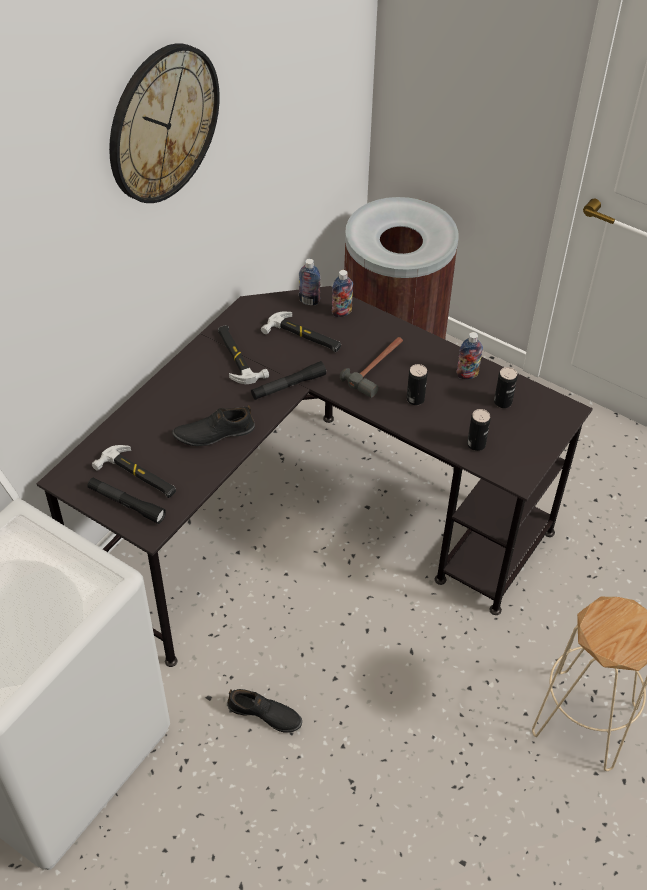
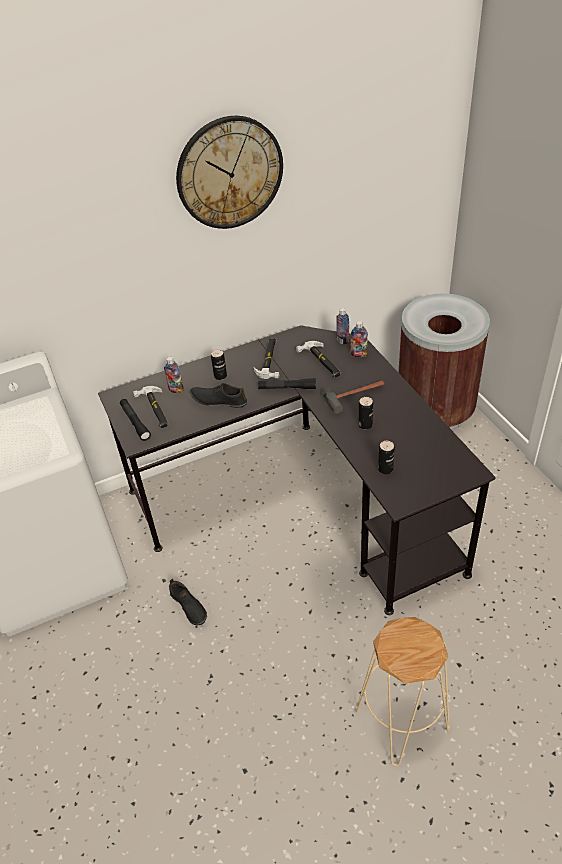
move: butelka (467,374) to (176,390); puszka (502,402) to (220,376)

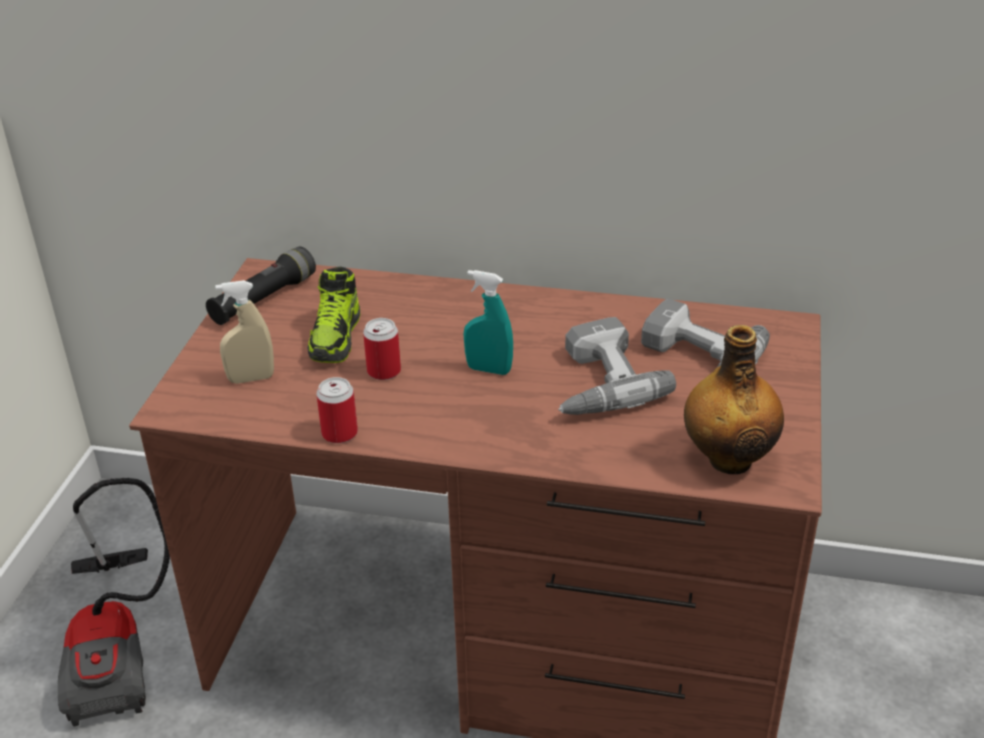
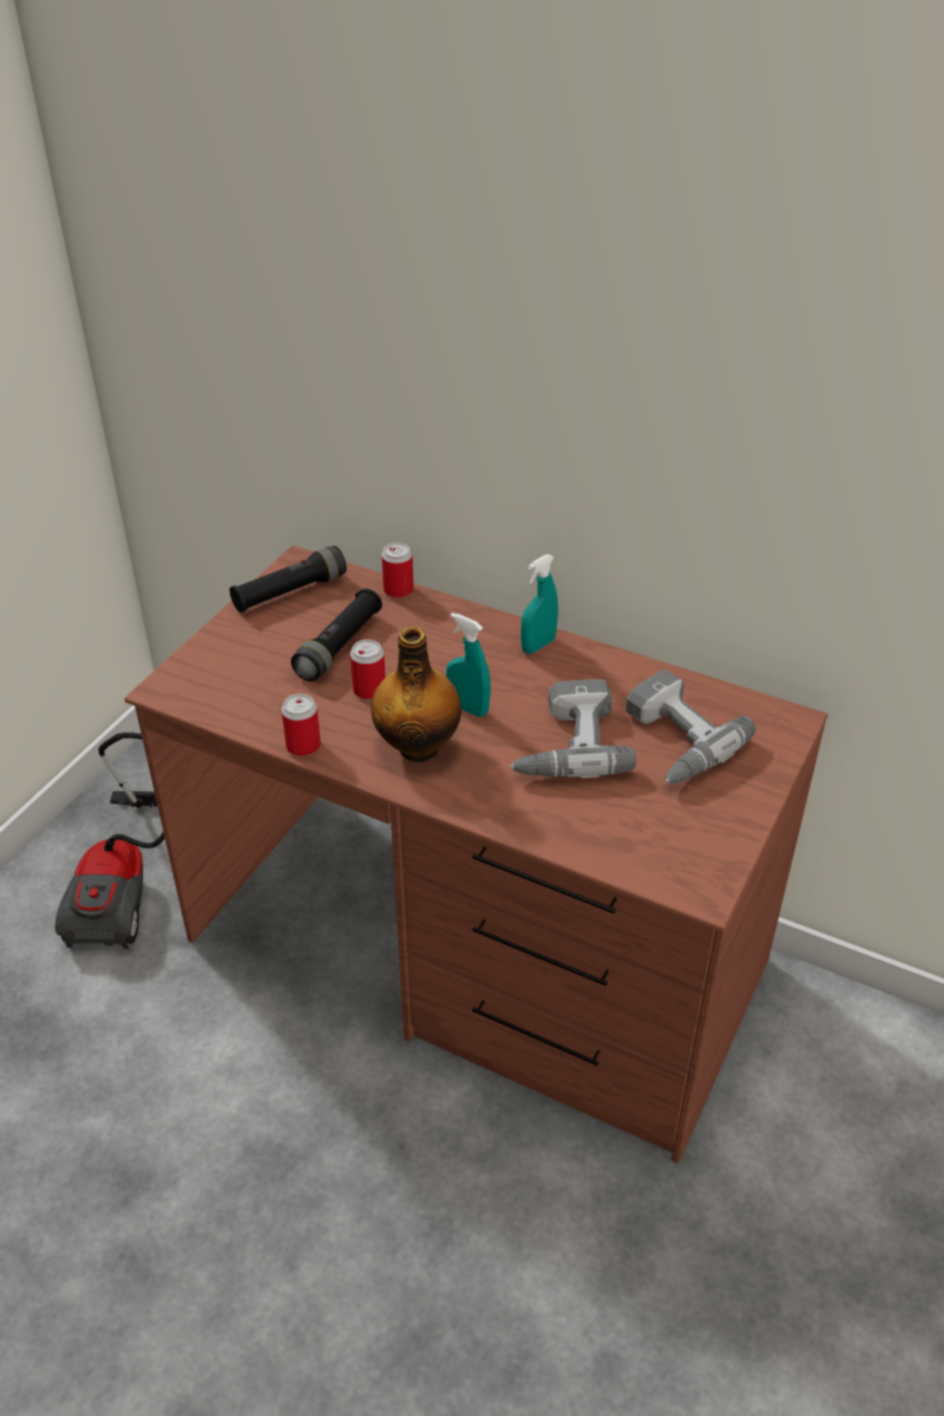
delete: spryskiwacz (beżowy) (251,378)
insert: puszka (398,590); spryskiwacz (turkusowy) (538,645)
move: butelka (728,458) to (418,746)
replace: but (336,338) to latarka (czarny) (339,646)

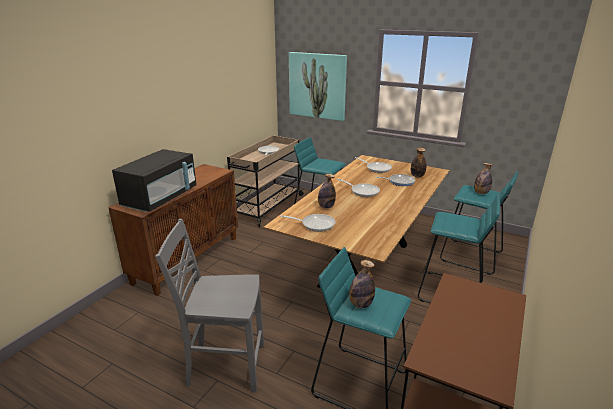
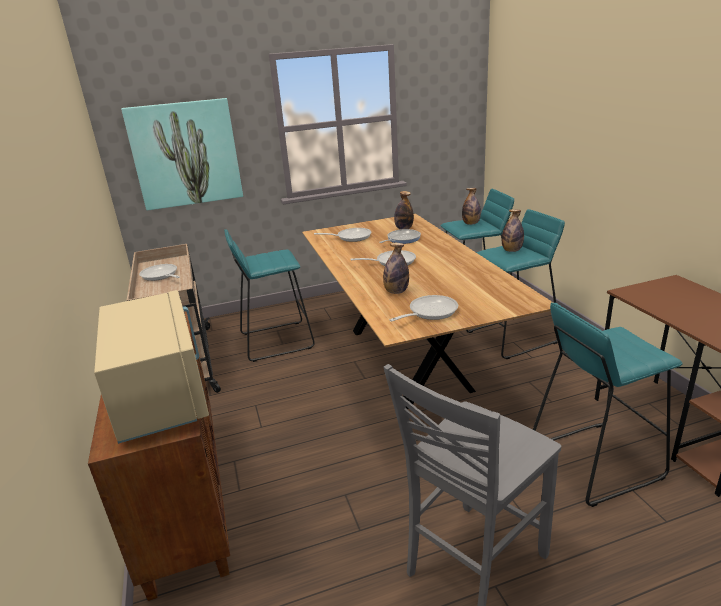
move: butelka (360,304) to (511,250)
recolor: mikrofalówka (czarny) (160,198) to mikrofalówka (beżowy) (162,395)

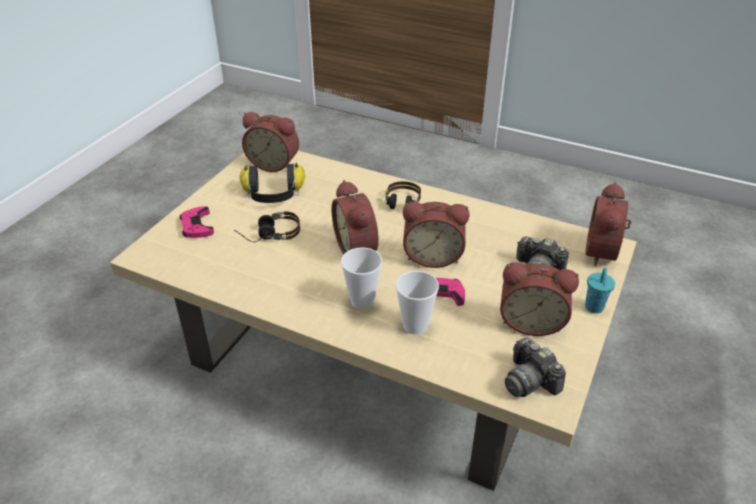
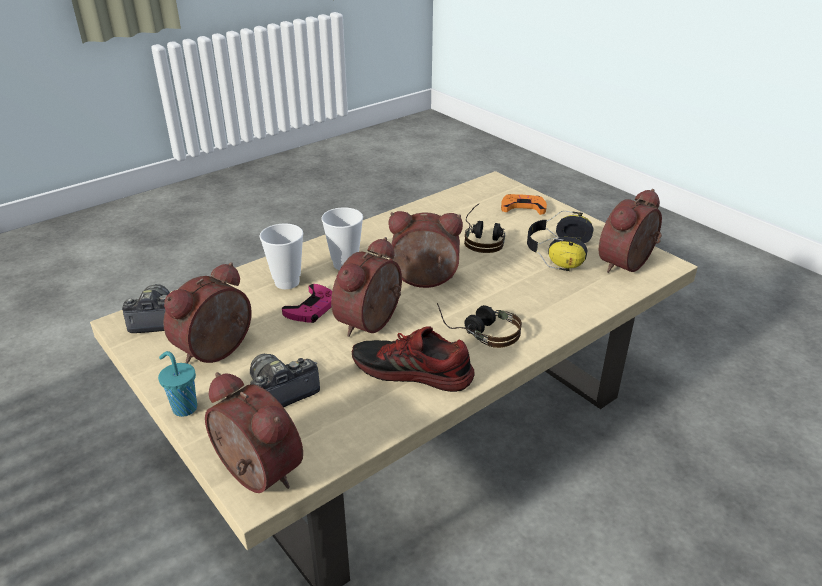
insert: but (412,373)
recolor: pad do gier (różowy) (197,226) to pad do gier (pomarańczowy) (523,207)

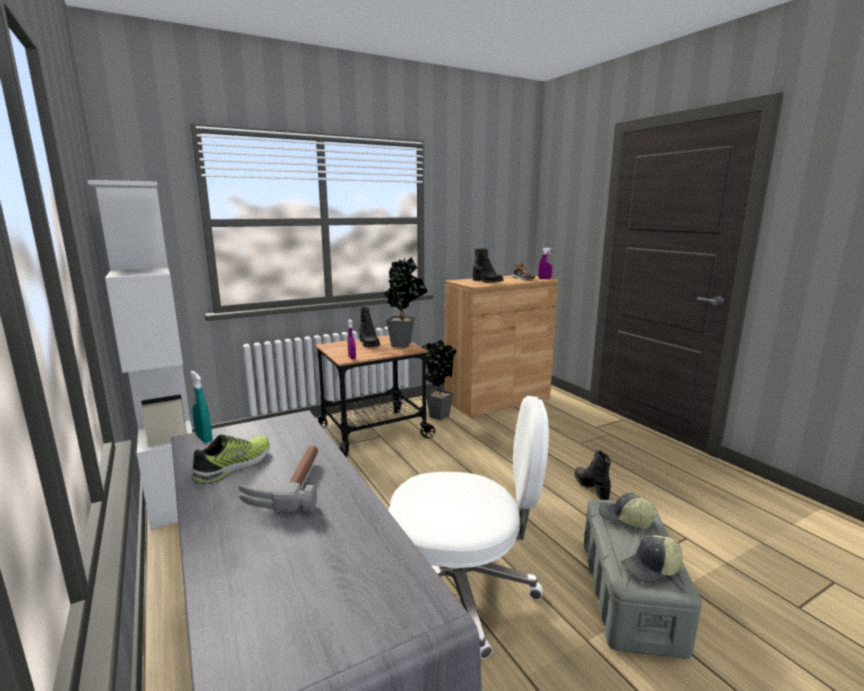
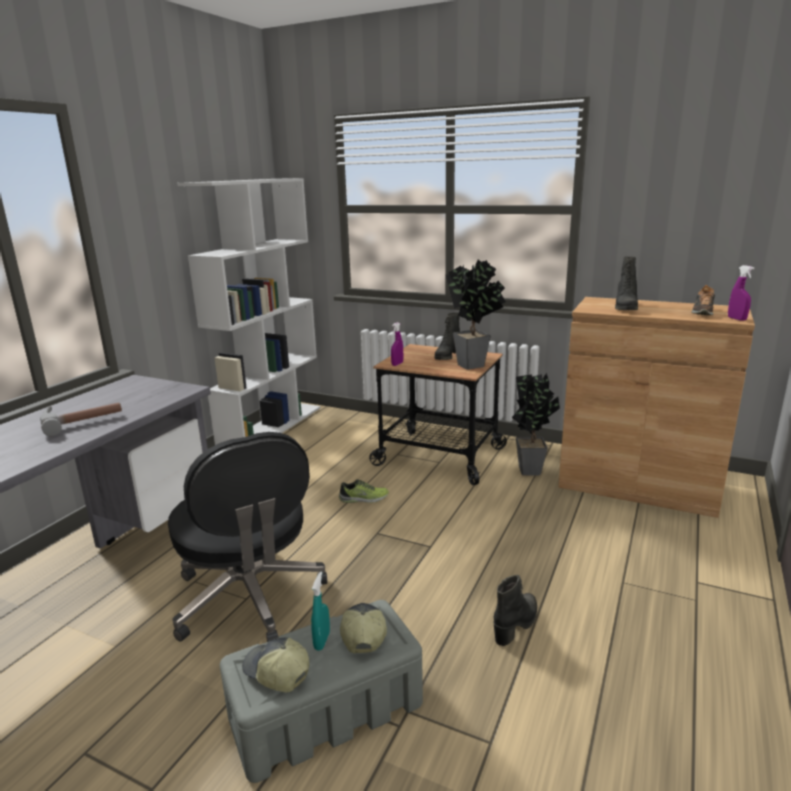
move: spryskiwacz (turkusowy) (204,438) to (322,641); but (235,466) to (364,499)
recolor: krzesło biurowe (biały) (461,590) to krzesło biurowe (czarny) (249,598)

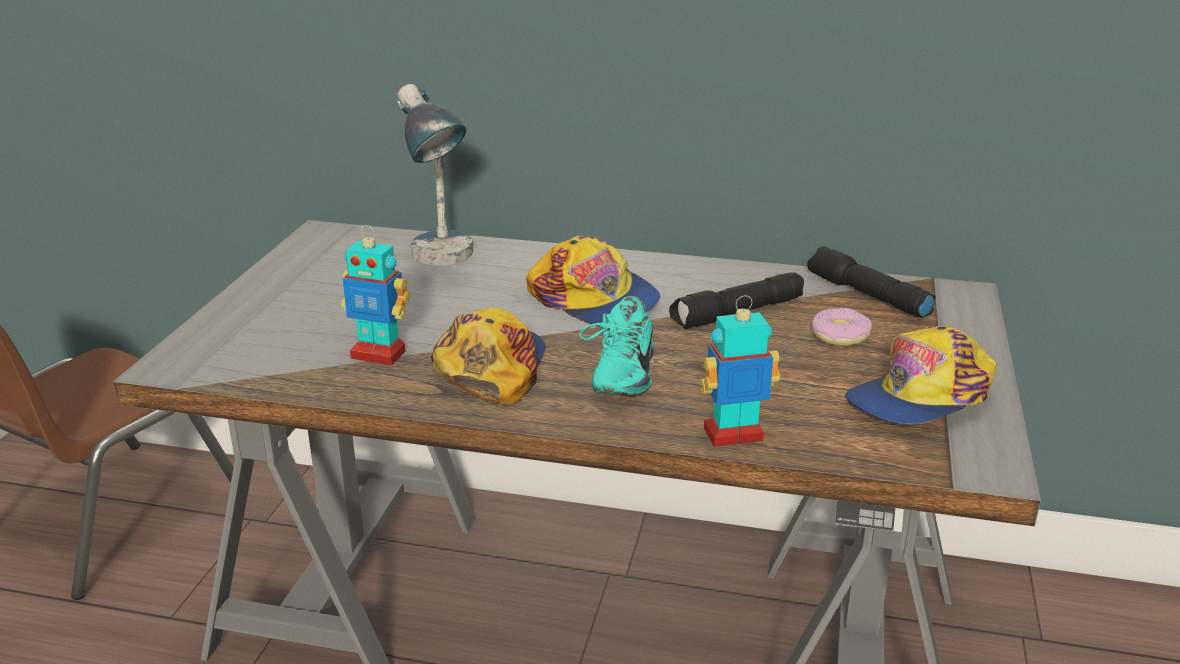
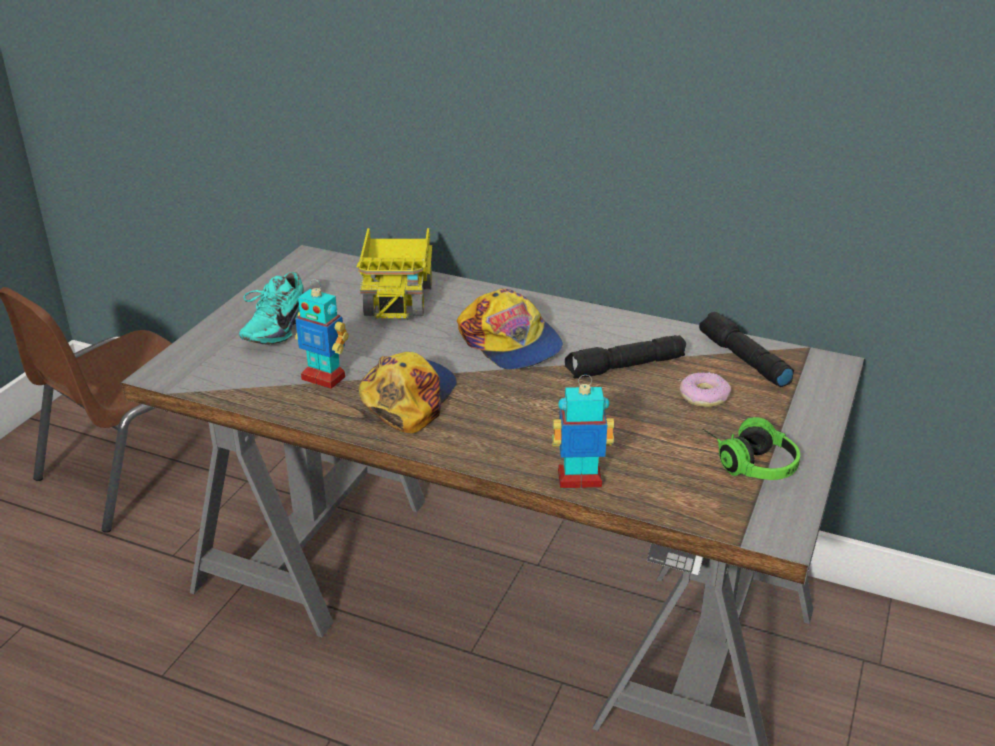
move: but (turkusowy) (618,376) to (274,329)
replace: lampa stołowa (443,264) to ciężarówka zabawkowa (398,297); czapka z daszkiem (920,397) to słuchawki (748,462)

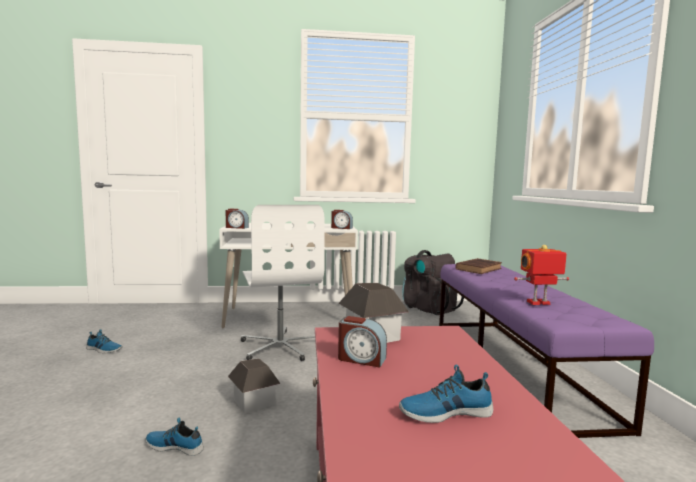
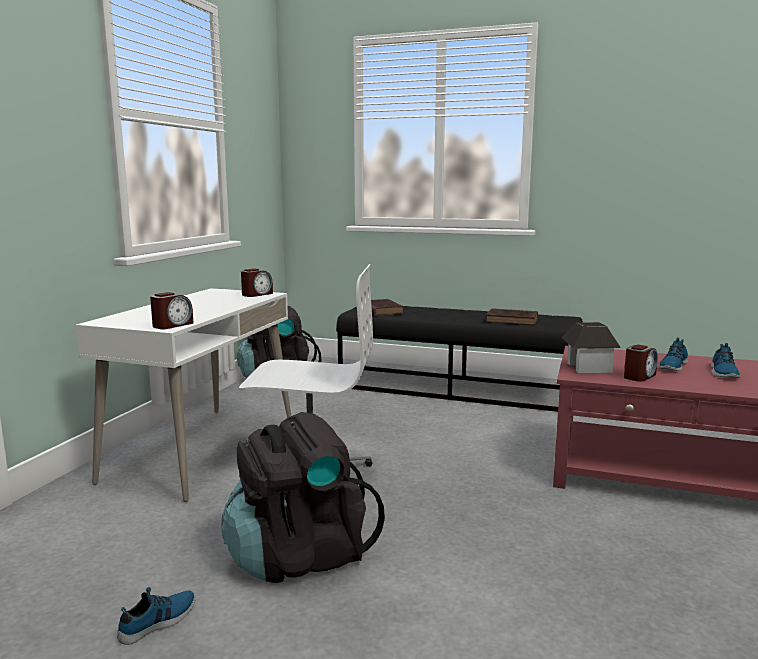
delete: domek (254,401)
insert: plecak (czarny) (299,556)
move: but (175,446) to (672,366)
replace: robot zabawkowy (539,303) to książka (brązowy) (513,320)
recolor: ławka (fioletowy) (513,367) to ławka (czarny) (457,389)

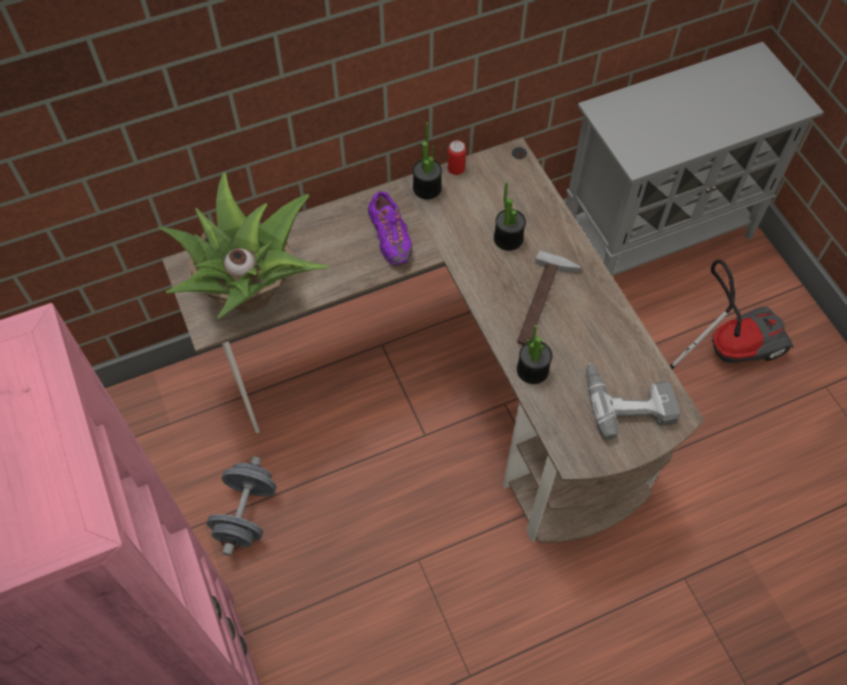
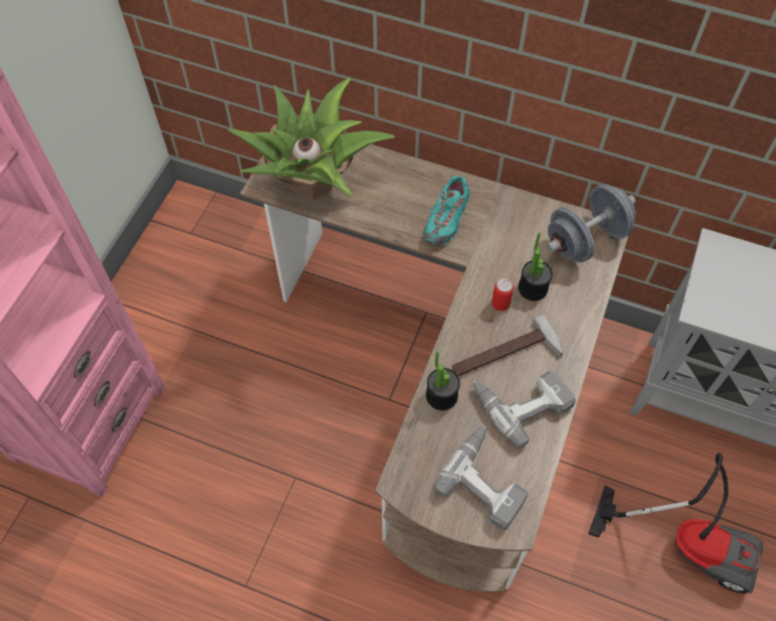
delete: roślina doniczkowa (427,188)
insert: wiertarka (521,401)
move: hantel (szary) (246,514) to (585,240); puszka (456,168) to (500,303)
recolor: but (fioletowy) (390,237) to but (turkusowy) (447,219)

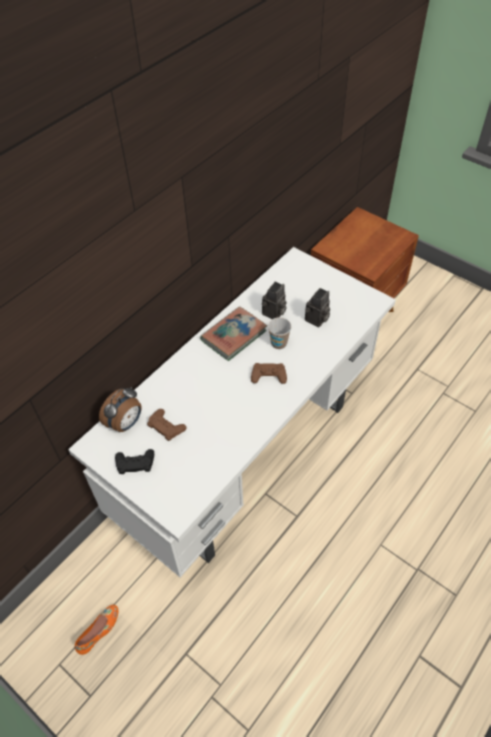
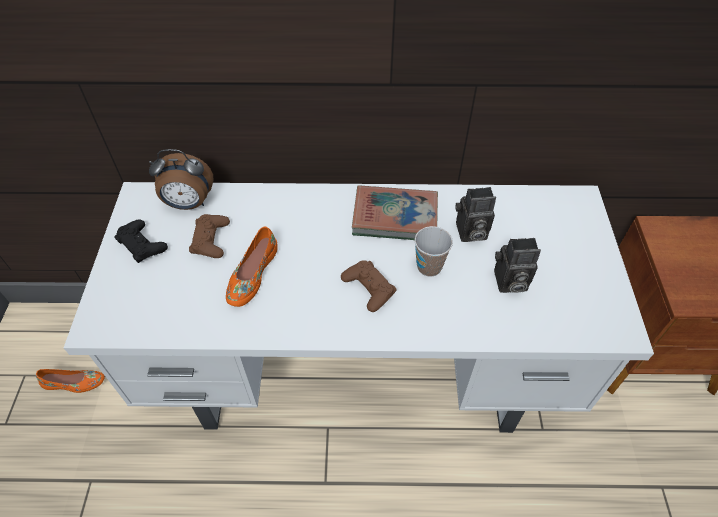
insert: but (pomarańczowy) (252,274)

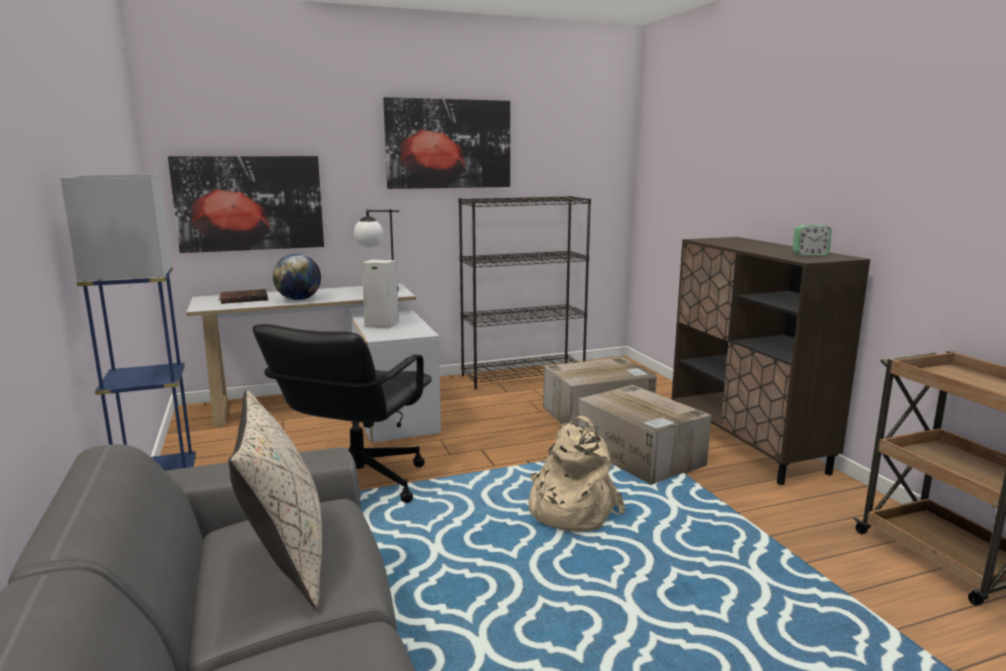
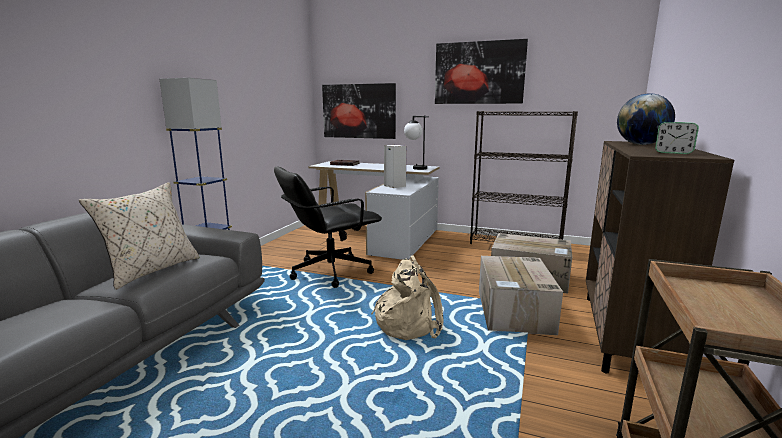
move: globus (298,299) to (641,144)

